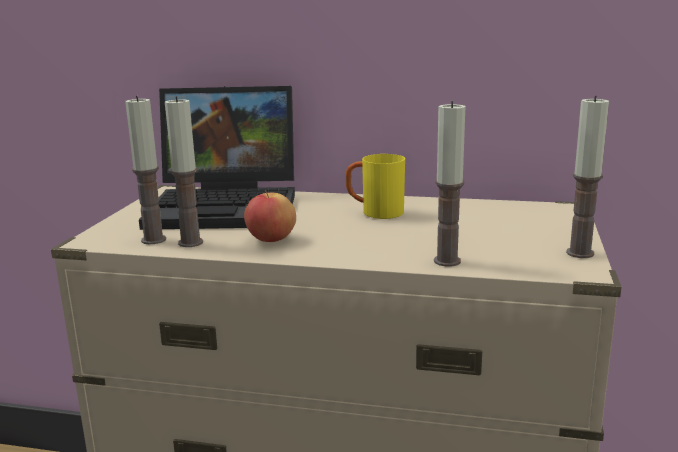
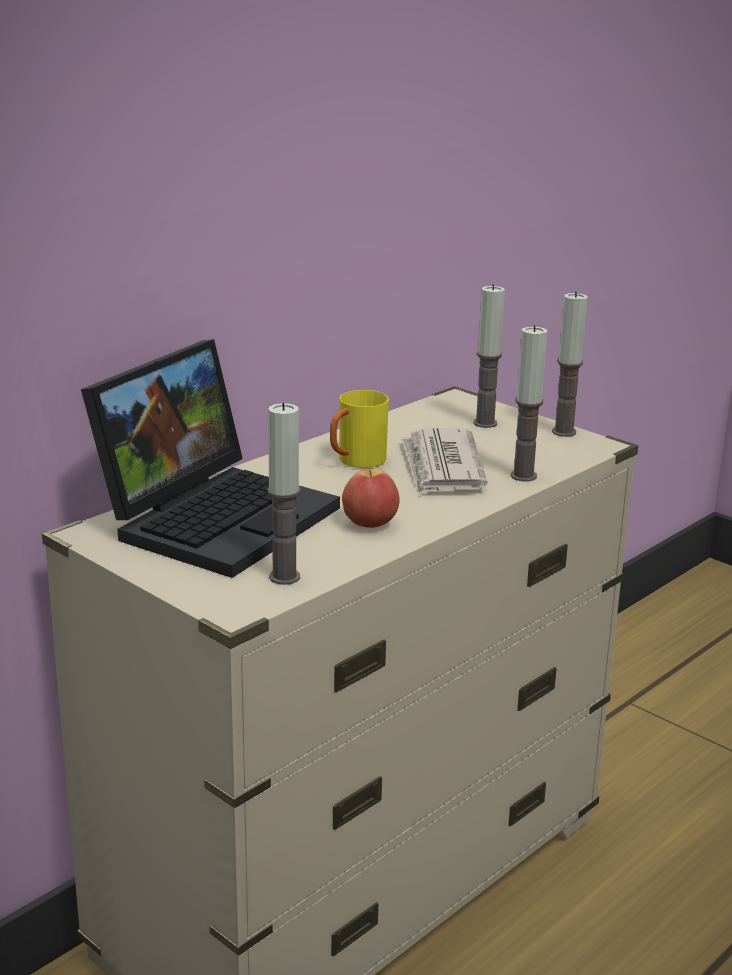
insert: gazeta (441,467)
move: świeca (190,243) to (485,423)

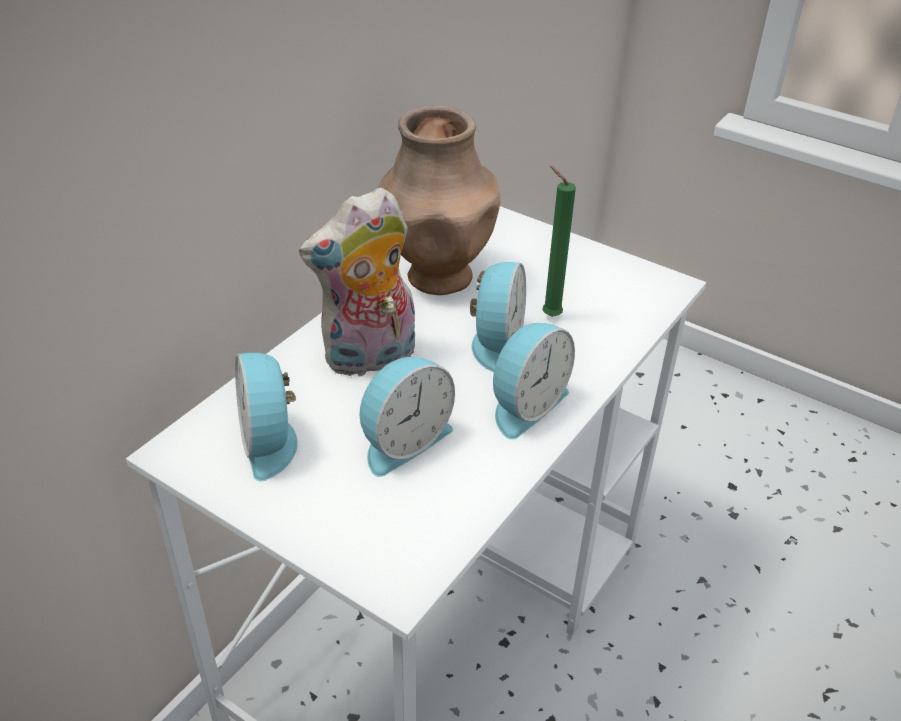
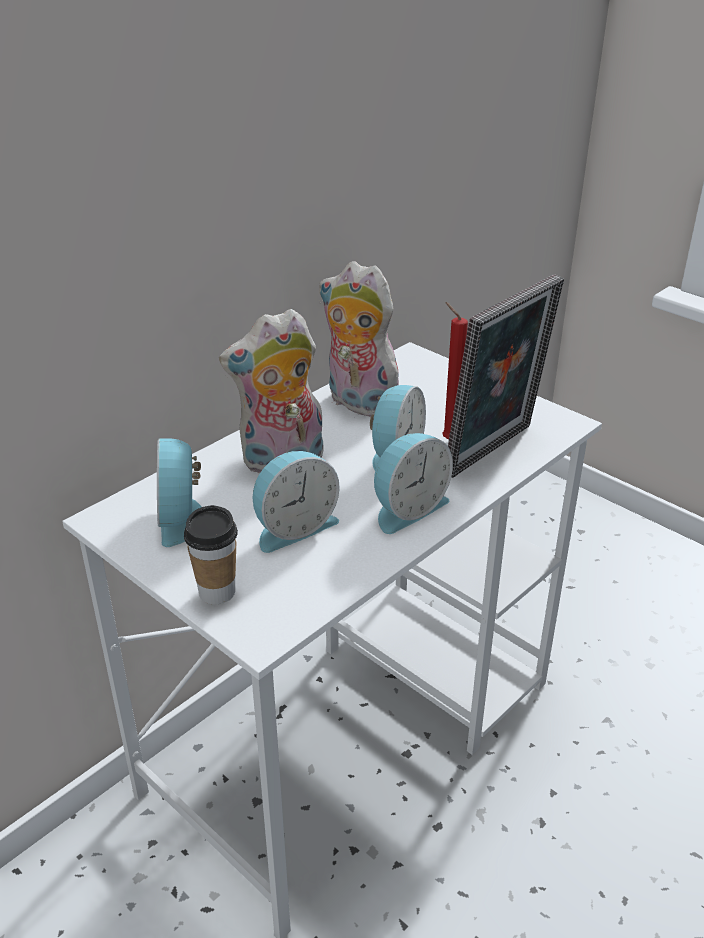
insert: filiżanka (217,592); ramka na zdjęcie (494,452)
replace: wazon (brązowy) (437,277) to pluszak (358,403)
recolor: świeca (zielony) (548,315) to świeca (czerwony) (448,439)

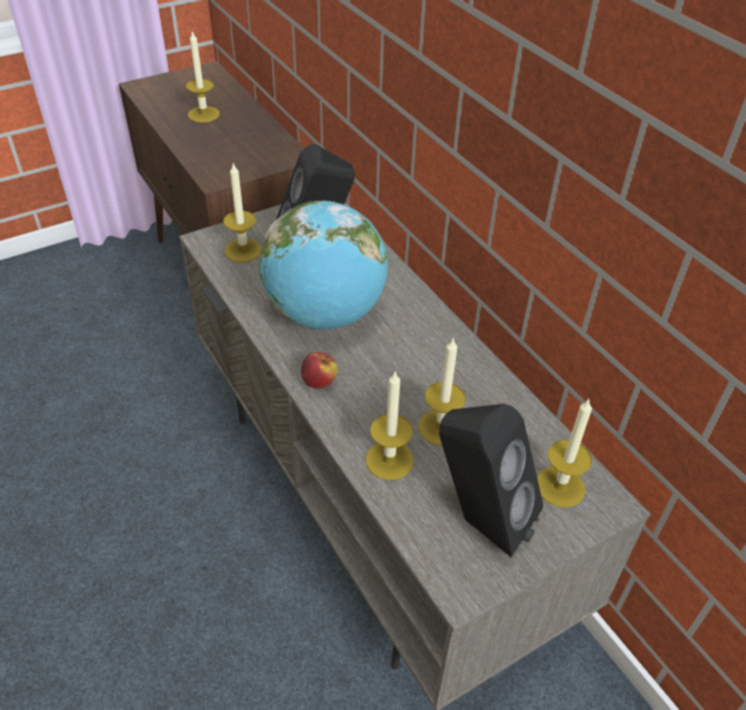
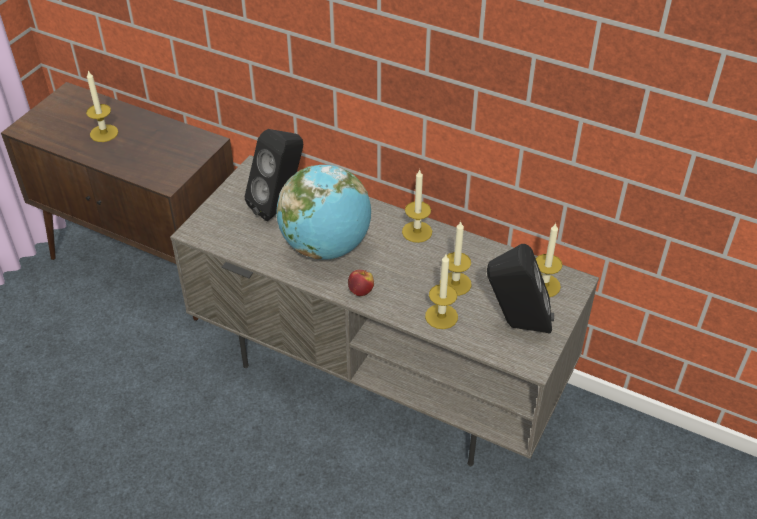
move: świeca (243,250) to (417,232)

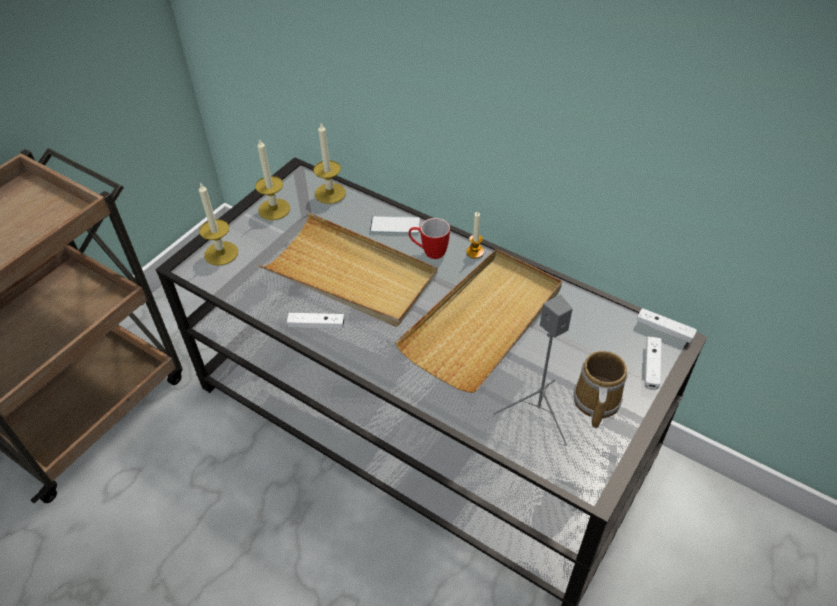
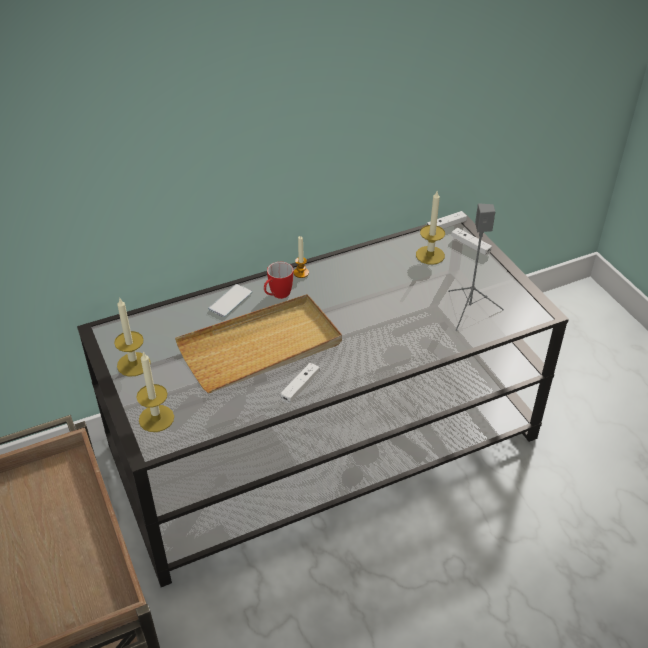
delete: taca (beżowy) (484,322); kubek (594,402)
move: świeca (330,193) to (430,255)

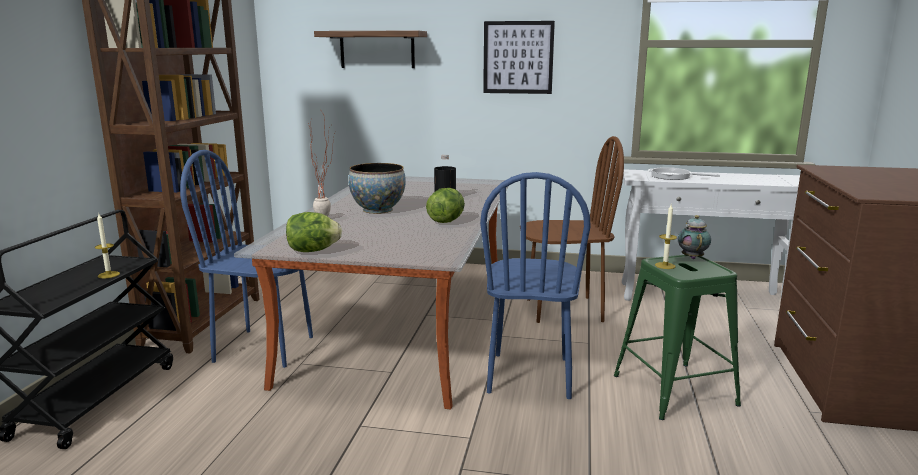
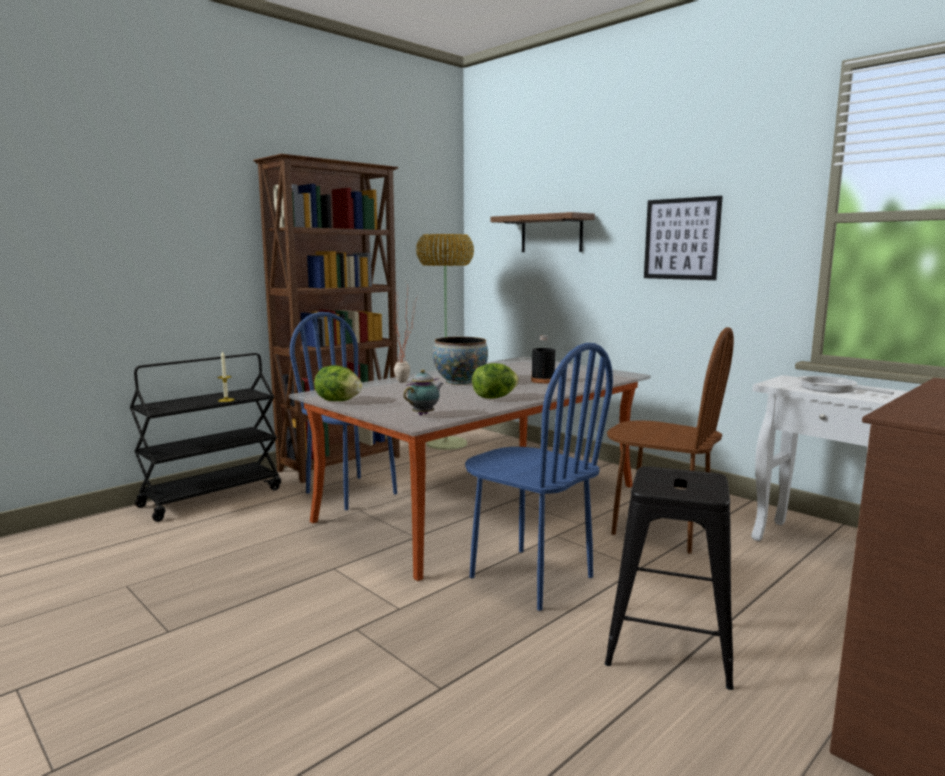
delete: świeca (665,265)
insert: lampa stojąca (447,443)
move: imbryk (692,257) to (424,414)
recolor: stołek (zielony) (673,390) to stołek (czarny) (669,643)
rotate: krzesło (niebieski) (529,375) = (530,577) 90 degrees counterclockwise

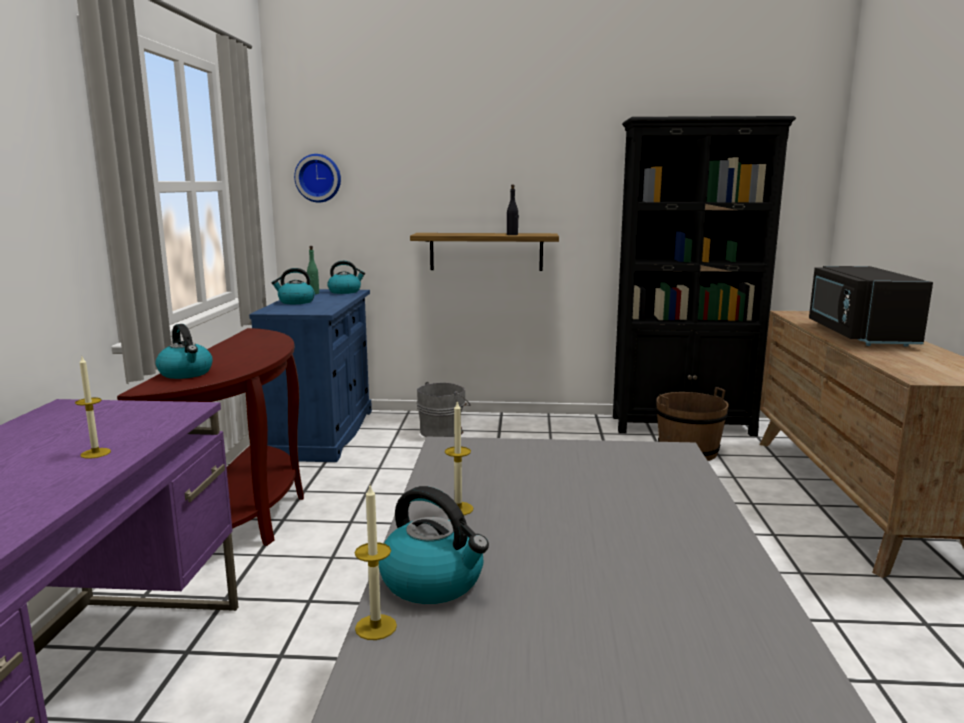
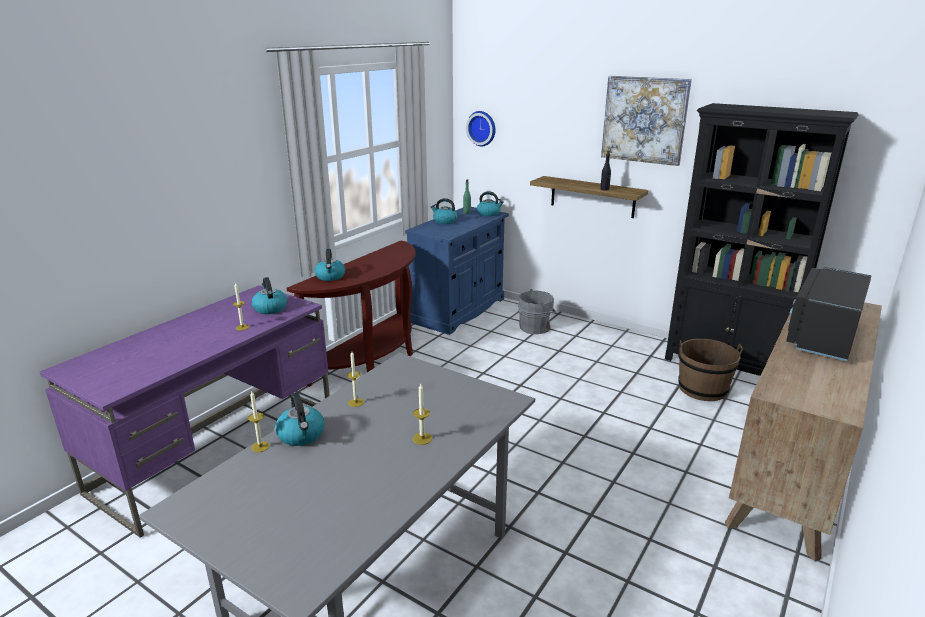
insert: czajnik (270,308); świeca (422,438); obraz (644,120)

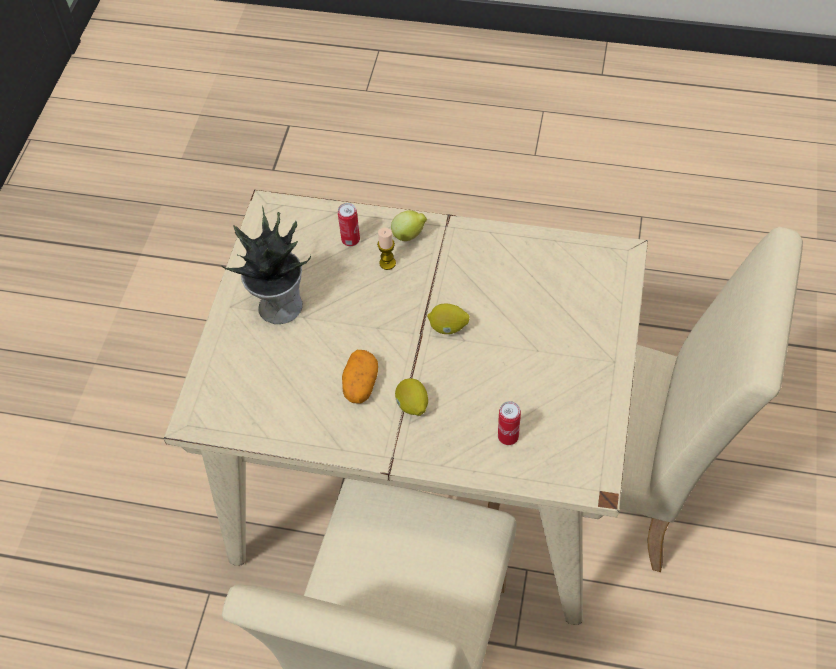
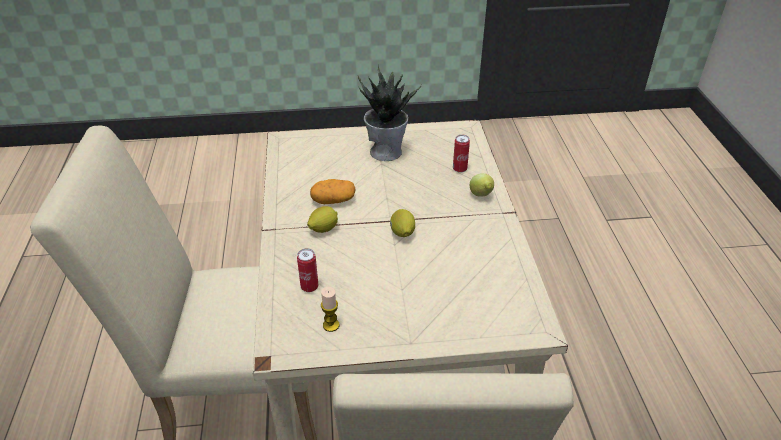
move: świeca (387,263) to (331,325)

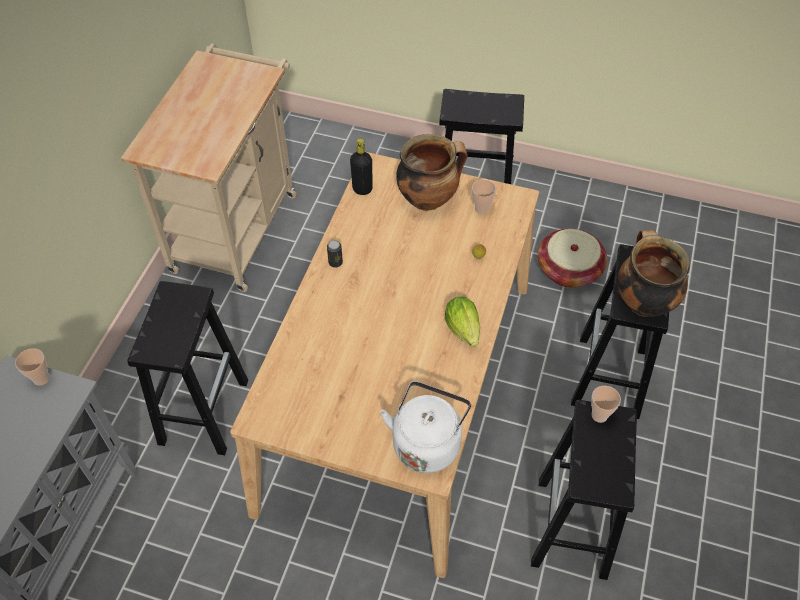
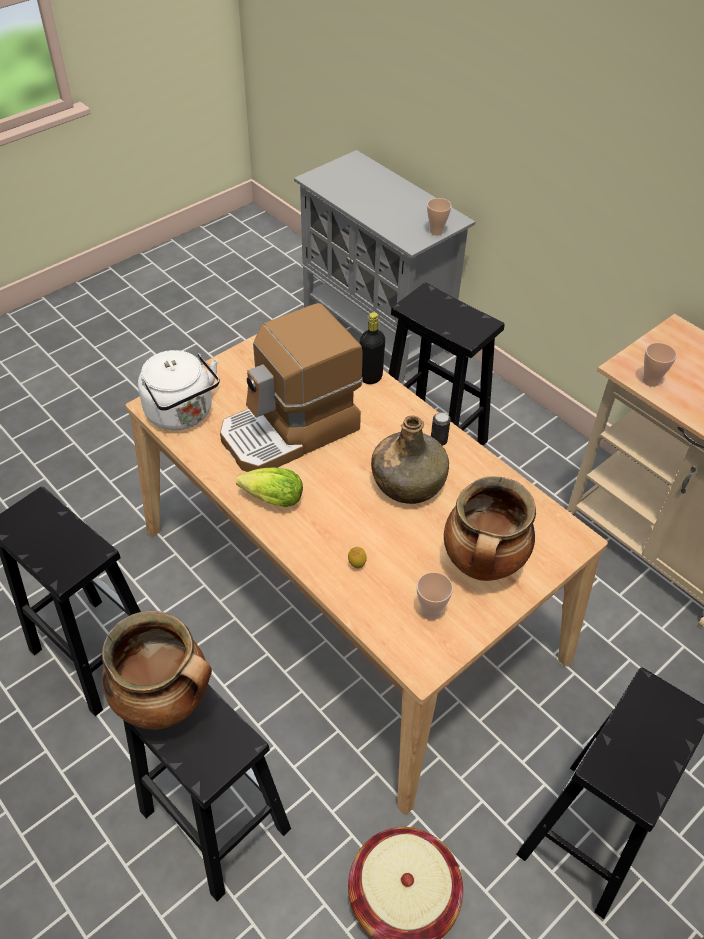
insert: ekspres do kawy (290,431); butelka (zielony) (408,483)
move: butelka (czarny) (362,189) to (370,377); filiżanka (599,415) to (650,381)

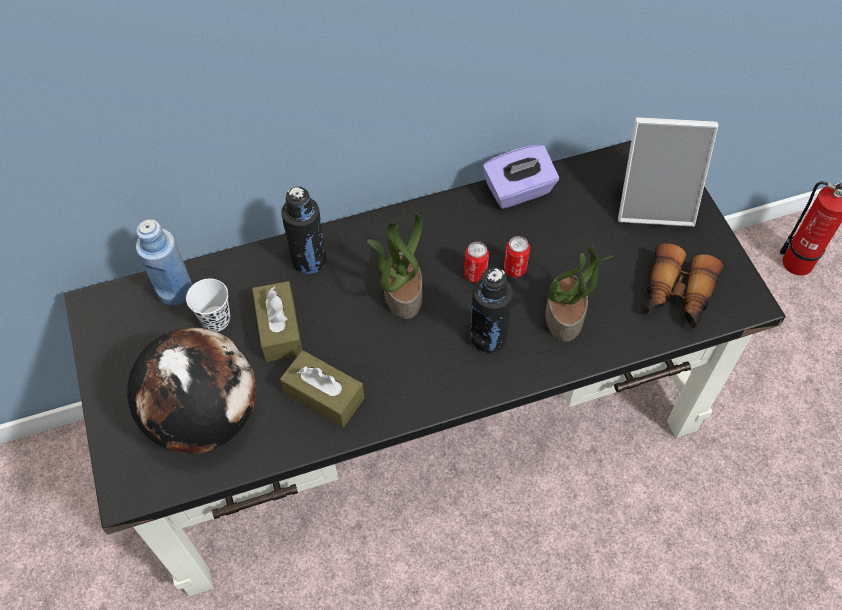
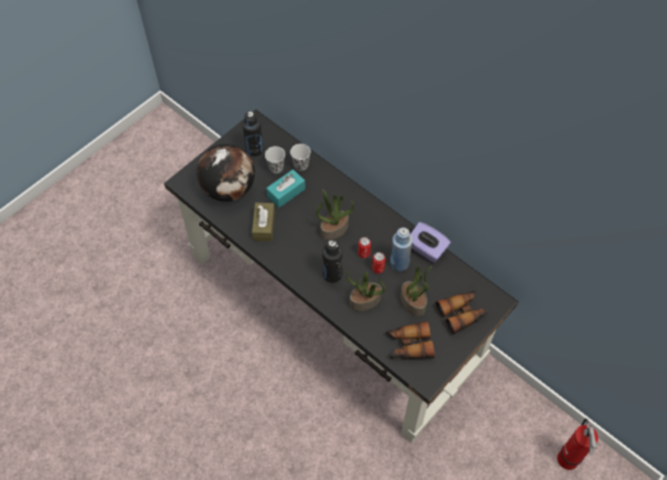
insert: filiżanka (biały) (301,165); roślina doniczkowa (413,302)
move: butelka (niebieski) (175,291) to (399,263); butelka (czarny) (309,260) to (254,150)
replace: ramka na zdjęcie (655,203) to lornetka (462,313)
recolor: pudełko chusteczek (brązowy) (279,329) to pudełko chusteczek (turkusowy) (286,192)

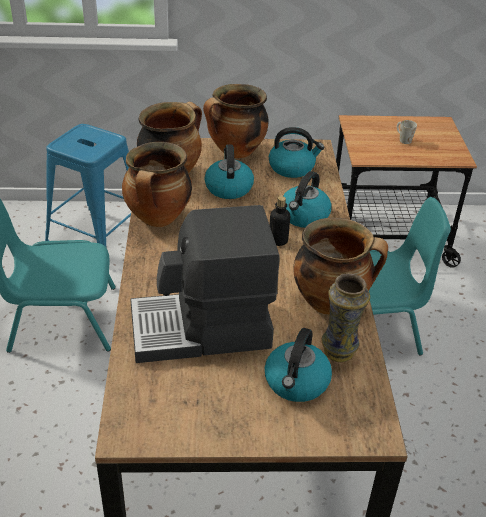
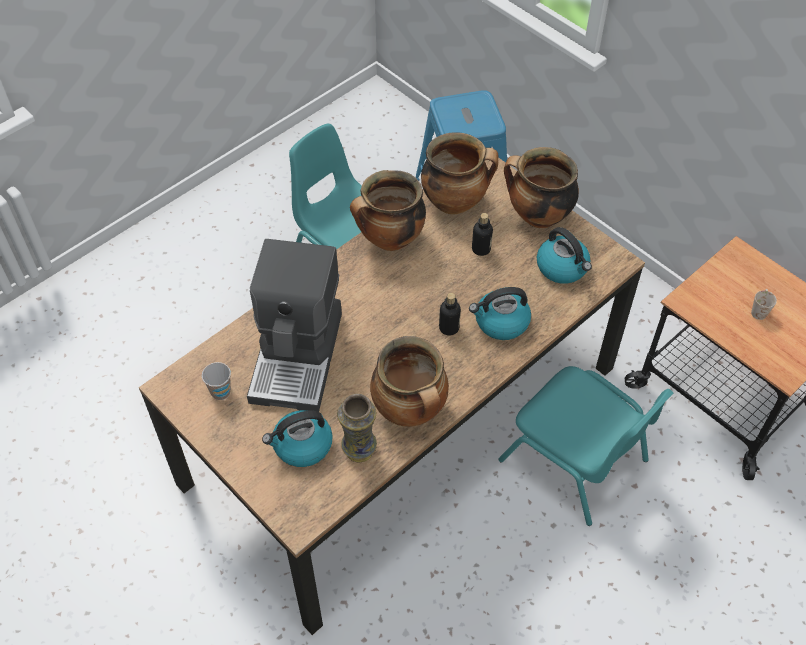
insert: filiżanka (220,392)
replace: czajnik (228,187) to butelka (481,249)
rotate: ekspres do kawy (202,330) = (298,356) 120 degrees counterclockwise

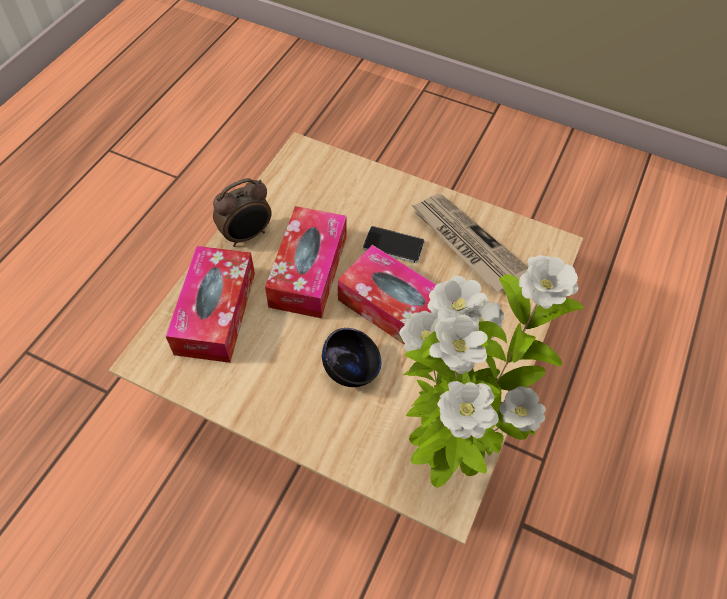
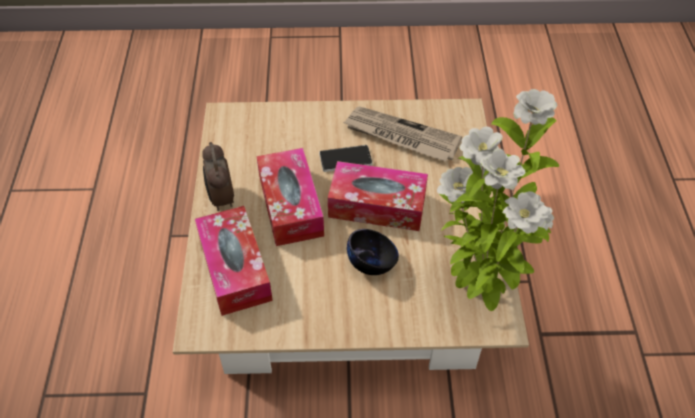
rotate: budzik (247,235) = (221,198) 135 degrees clockwise

